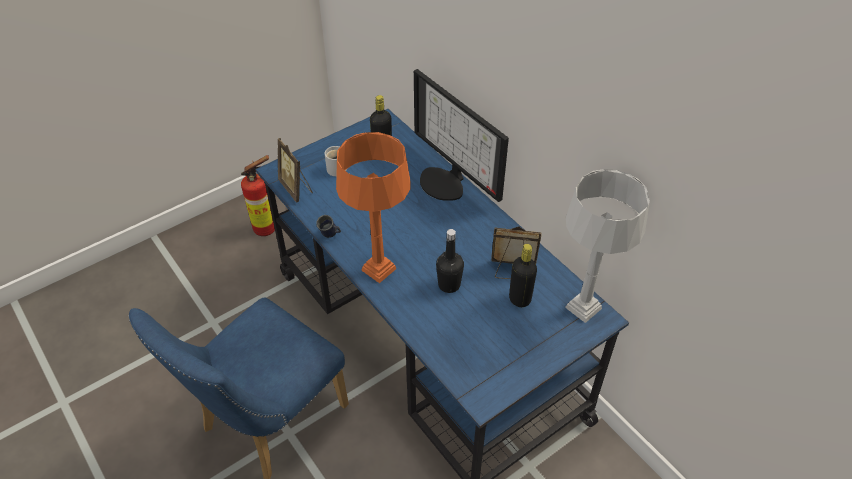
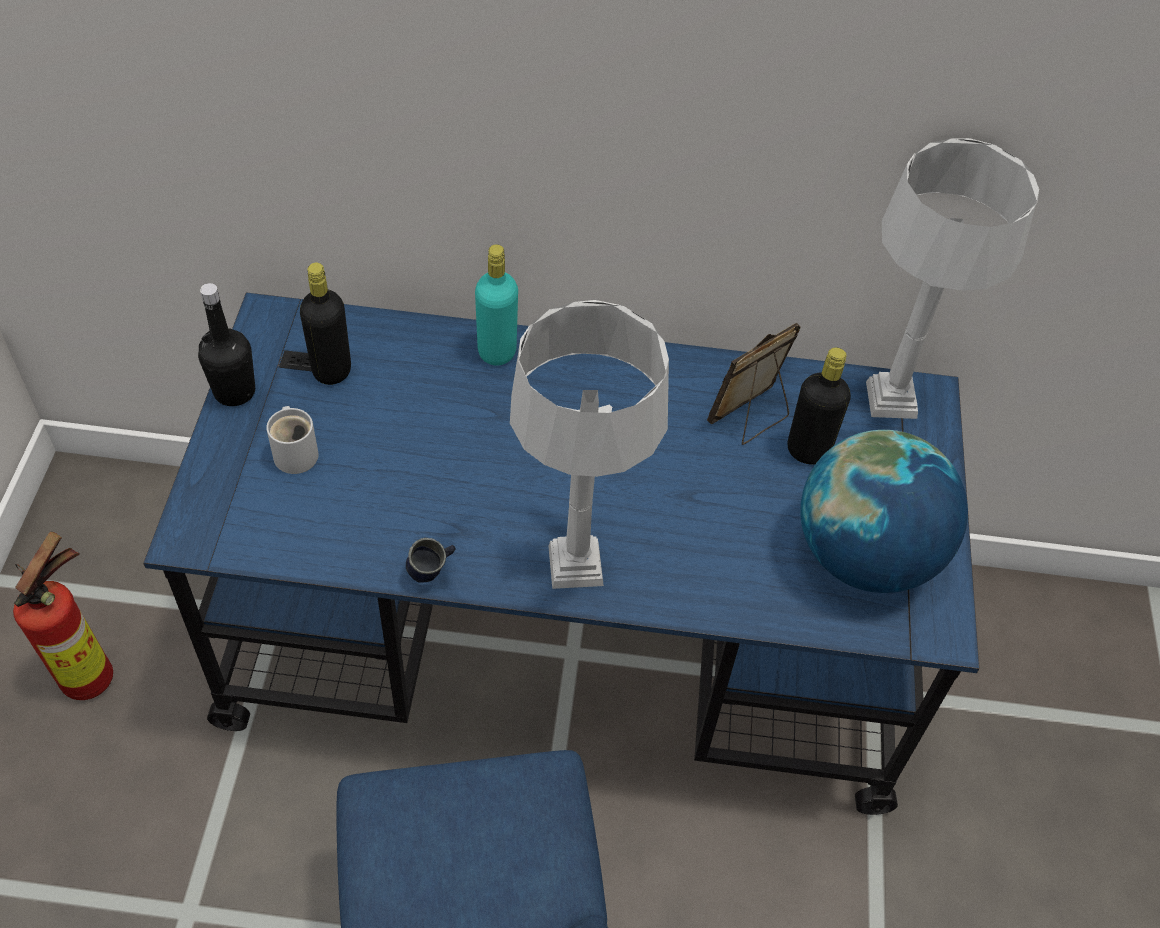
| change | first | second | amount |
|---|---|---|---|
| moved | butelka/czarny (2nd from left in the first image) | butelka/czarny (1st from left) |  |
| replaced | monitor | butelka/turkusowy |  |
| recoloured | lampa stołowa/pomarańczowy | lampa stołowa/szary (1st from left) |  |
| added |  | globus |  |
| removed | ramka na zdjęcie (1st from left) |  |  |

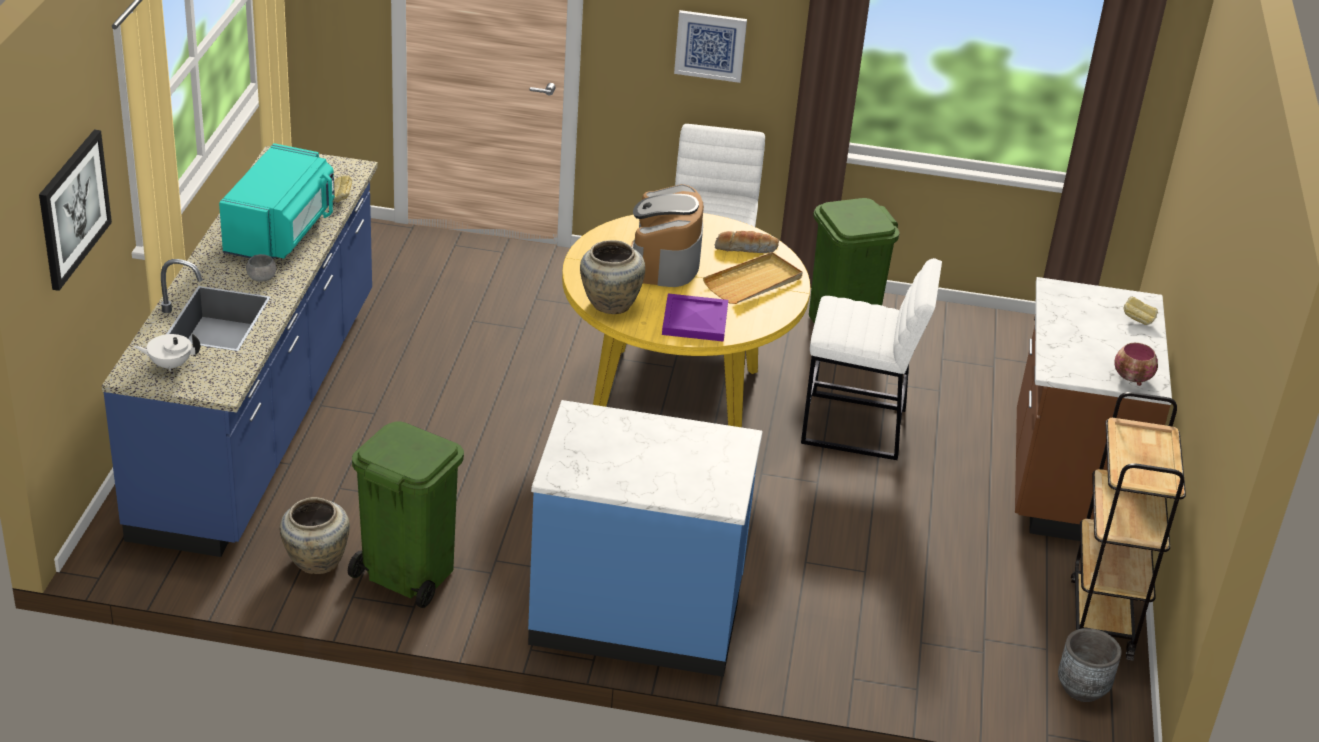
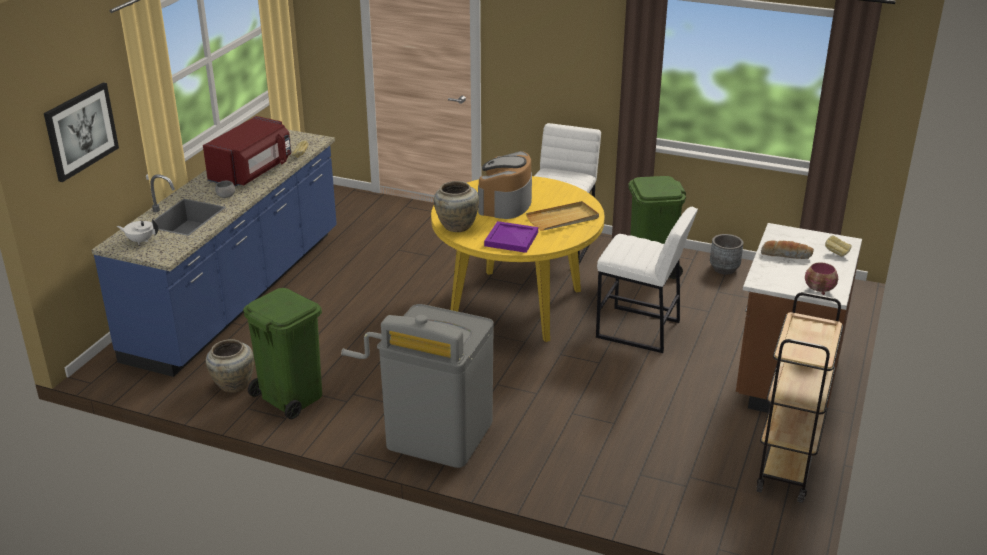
| change | first | second | amount |
|---|---|---|---|
| recoloured | mikrofalówka/turkusowy | mikrofalówka/czerwony |  |
| replaced | zabudowa kuchenna/niebieski (2nd from left) | pralka/szary |  |
| moved | donica/szary |  |  |
| moved | chleb (2nd from left) |  |  |
| removed | obraz (2nd from left) |  |  |

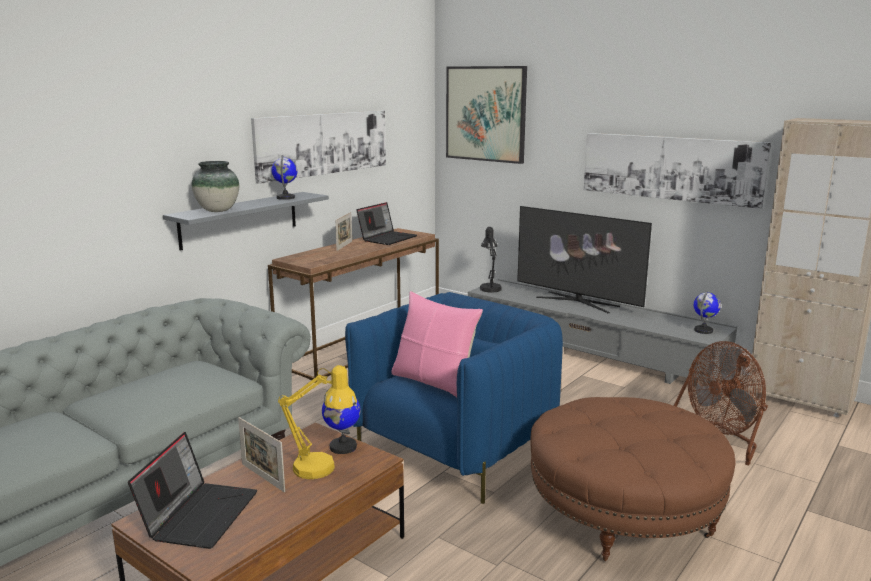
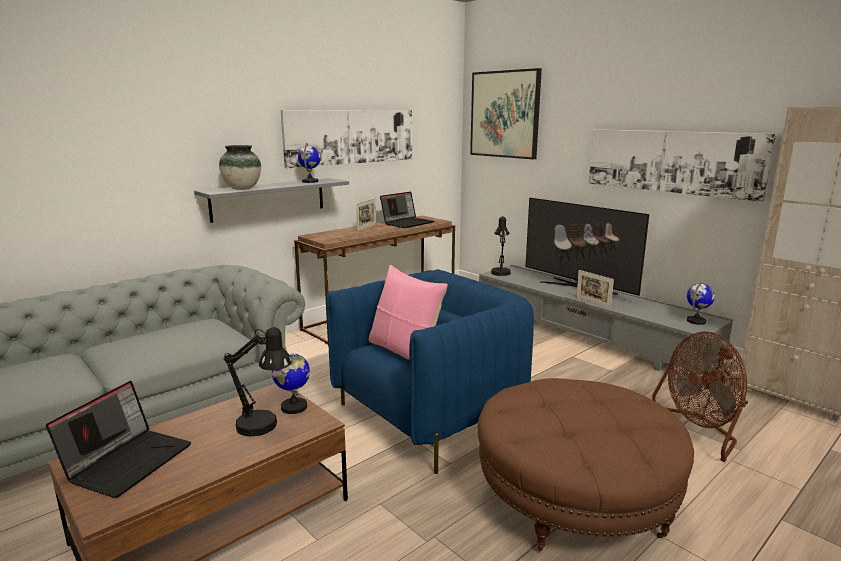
| change | first | second | amount |
|---|---|---|---|
| recoloured | lampa stołowa/żółty | lampa stołowa/czarny (1st from left) |  |
| moved | ramka na zdjęcie (1st from left in the first image) | ramka na zdjęcie (2nd from left) |  |

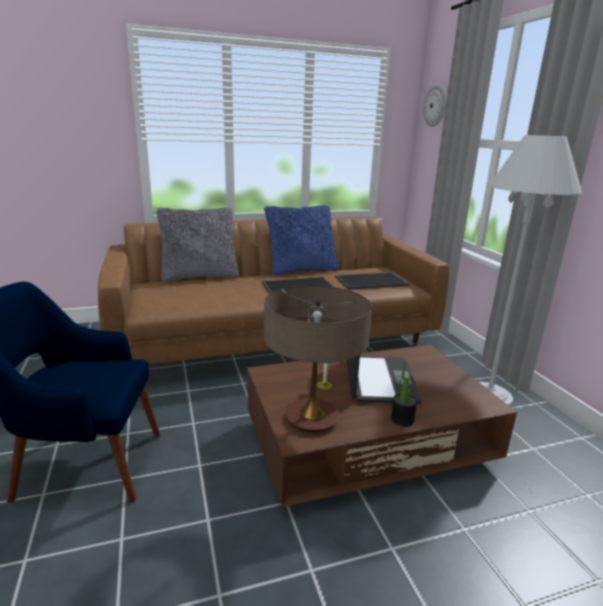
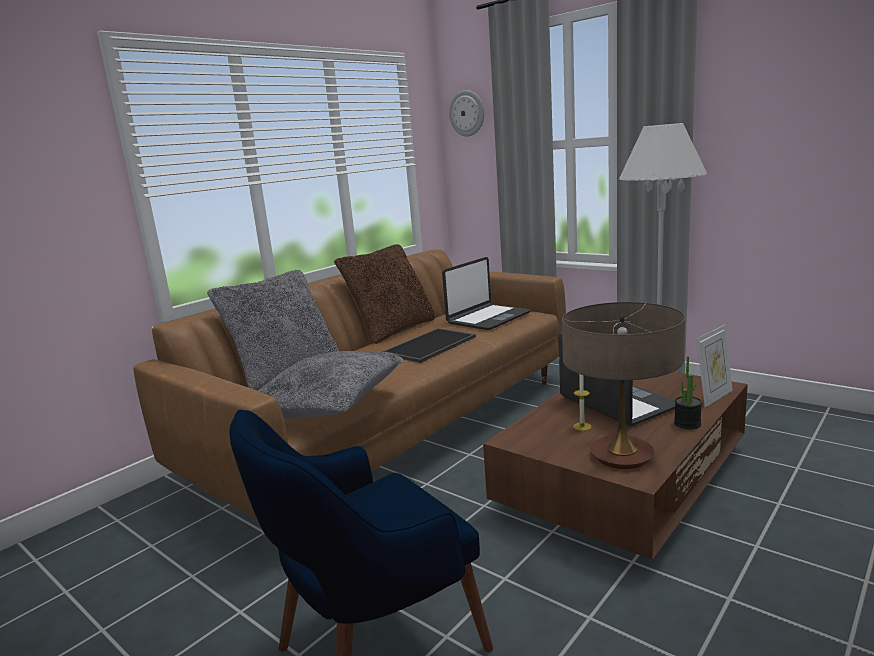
| change | first | second | amount |
|---|---|---|---|
| added |  | poduszka/szary (2nd from left) |  |
| recoloured | poduszka/niebieski | poduszka/brązowy |  |
| replaced | taca (2nd from left) | laptop (1st from left) |  |
| added |  | ramka na zdjęcie |  |

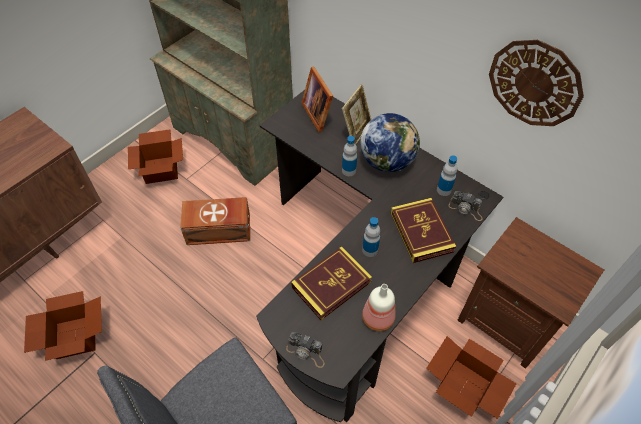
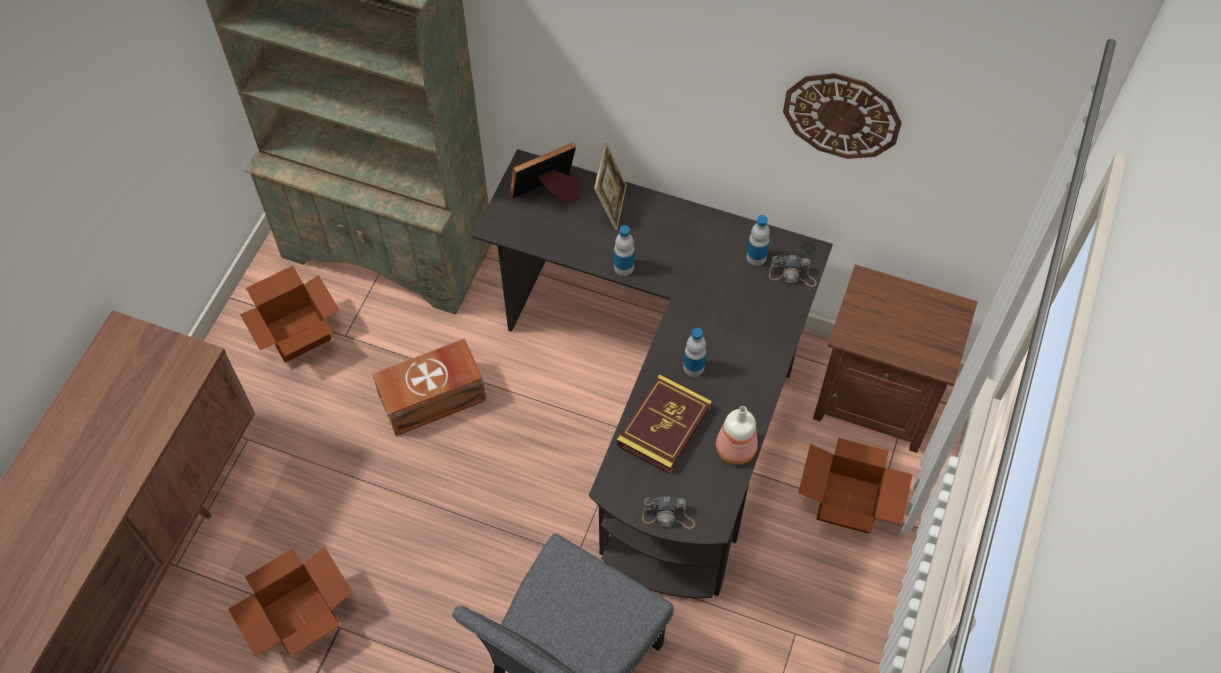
| change | first | second | amount |
|---|---|---|---|
| turned | ramka na zdjęcie (1st from left) |  | 105 degrees clockwise |
| removed | globus |  |  |
| removed | książka (2nd from left) |  |  |

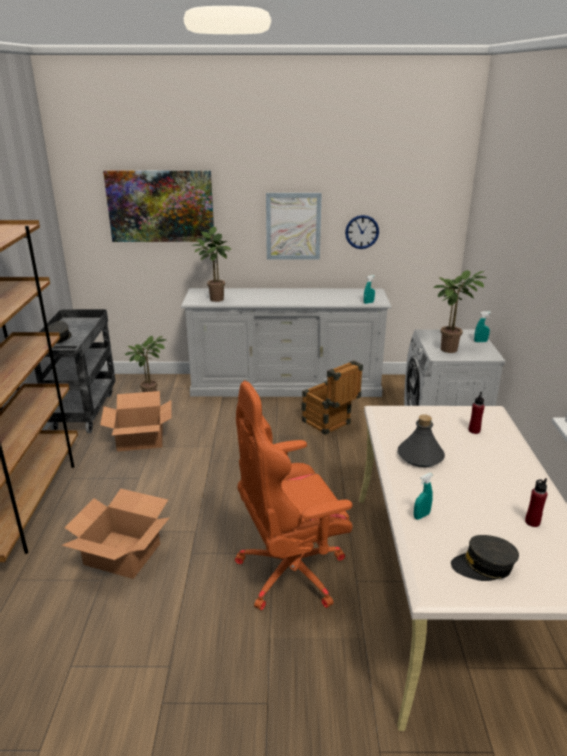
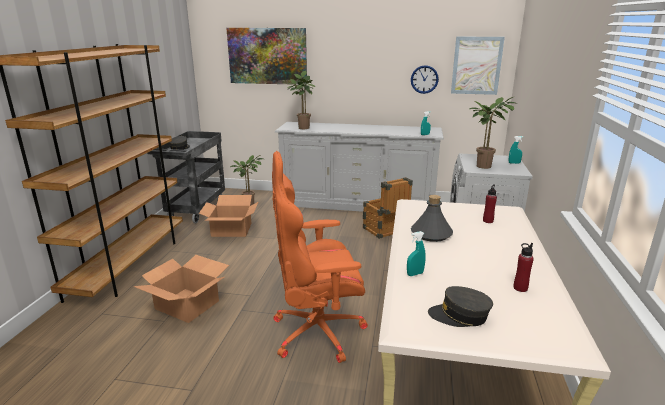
| change | first | second | amount |
|---|---|---|---|
| moved | obraz (2nd from left) |  |  |

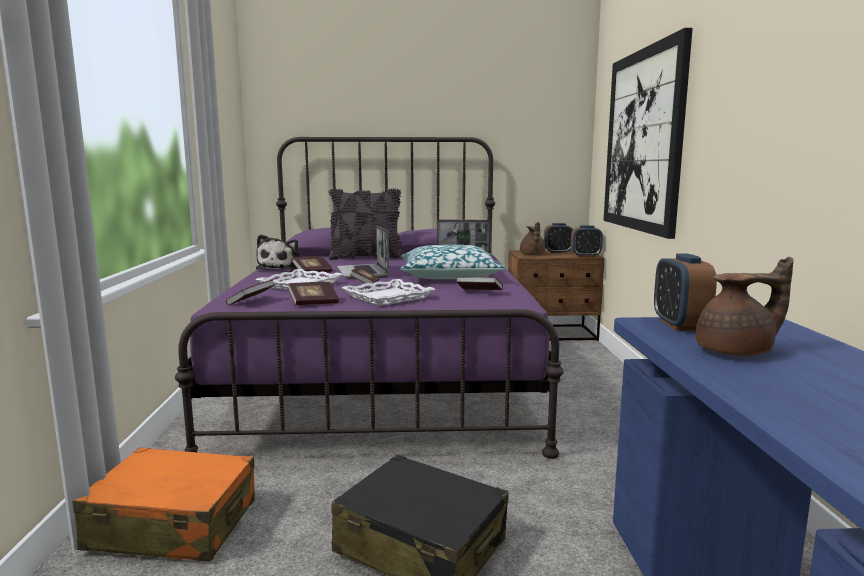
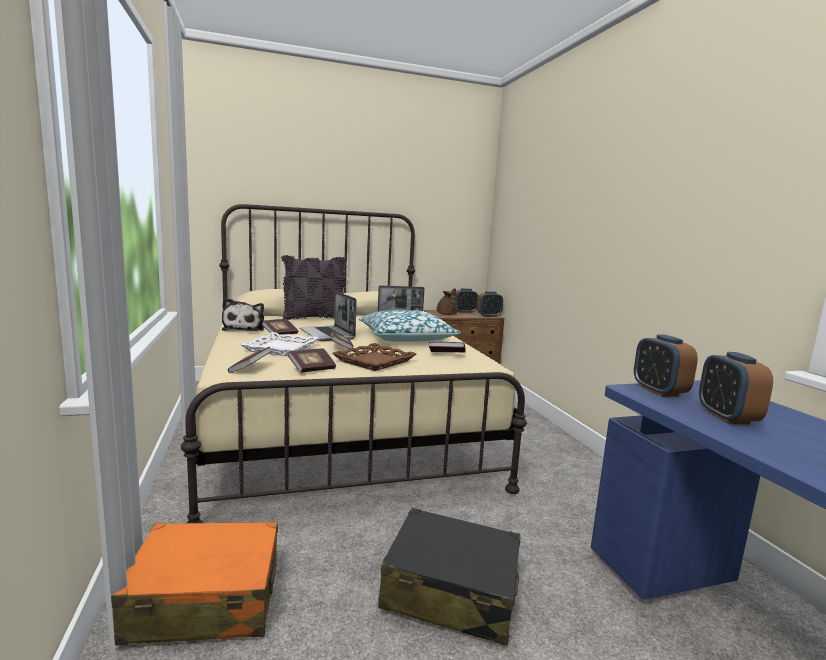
| change | first | second | amount |
|---|---|---|---|
| recoloured | łóżko/fioletowy | łóżko/beżowy |  |
| recoloured | taca/biały (2nd from left) | taca/brązowy |  |
| replaced | imbryk/brązowy (2nd from left) | budzik (4th from left) |  |
| removed | obraz |  |  |

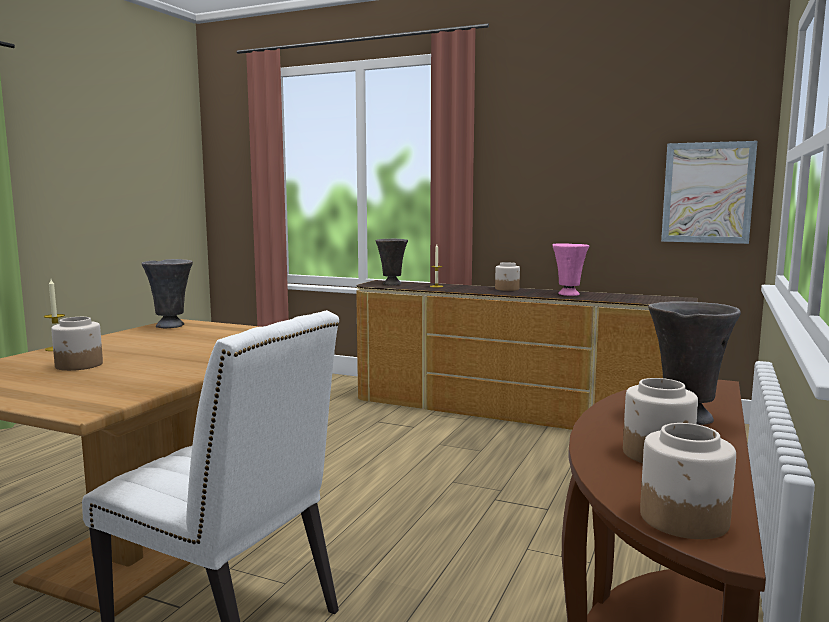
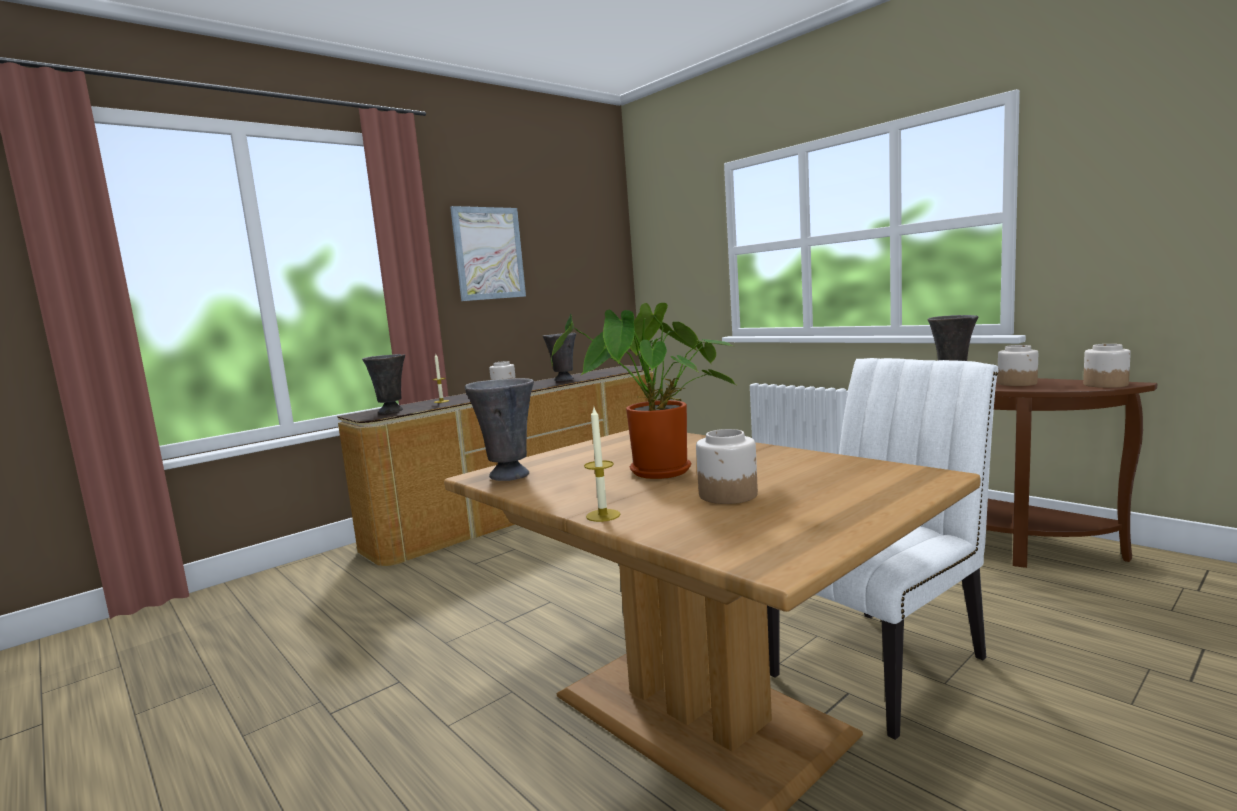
| change | first | second | amount |
|---|---|---|---|
| moved | obraz |  |  |
| recoloured | wazon/różowy | wazon/szary (3rd from left) |  |
| added |  | roślina doniczkowa |  |

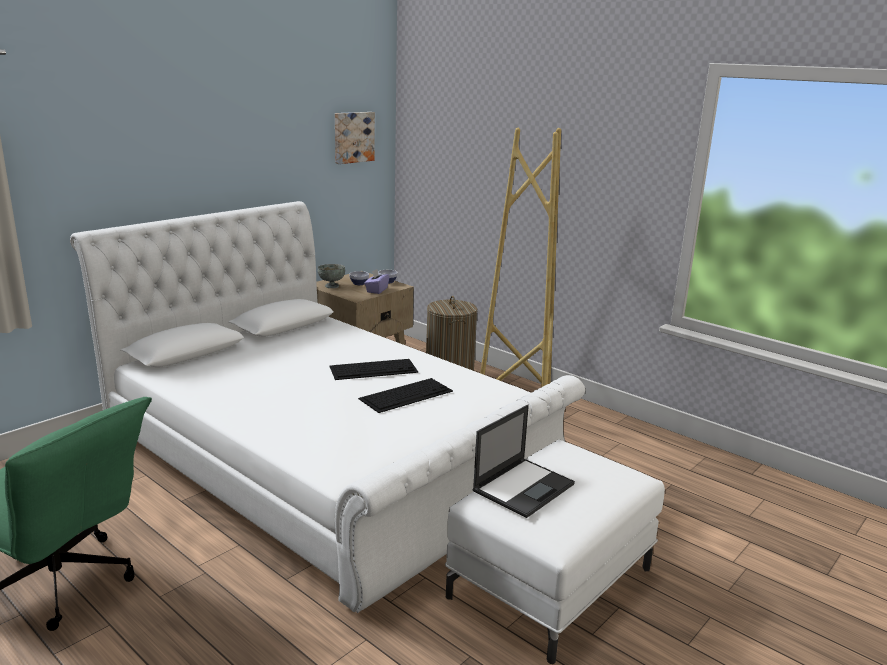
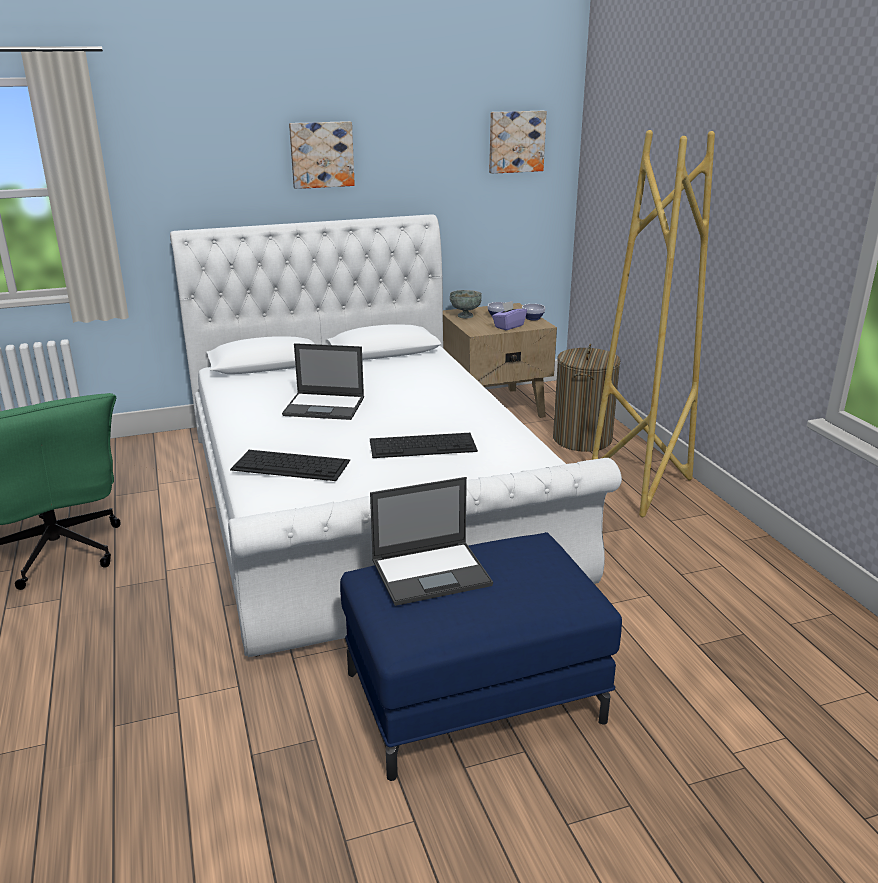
| change | first | second | amount |
|---|---|---|---|
| moved | klawiatura (1st from left) |  |  |
| added |  | laptop (1st from left) |  |
| added |  | obraz (1st from left) |  |
| recoloured | pufa/biały | pufa/niebieski |  |

